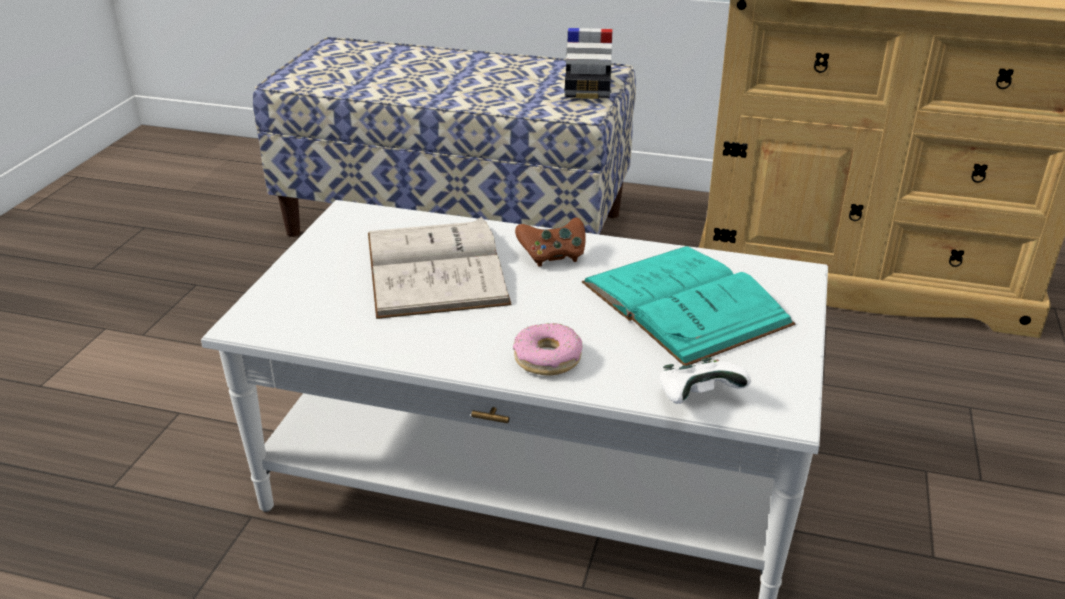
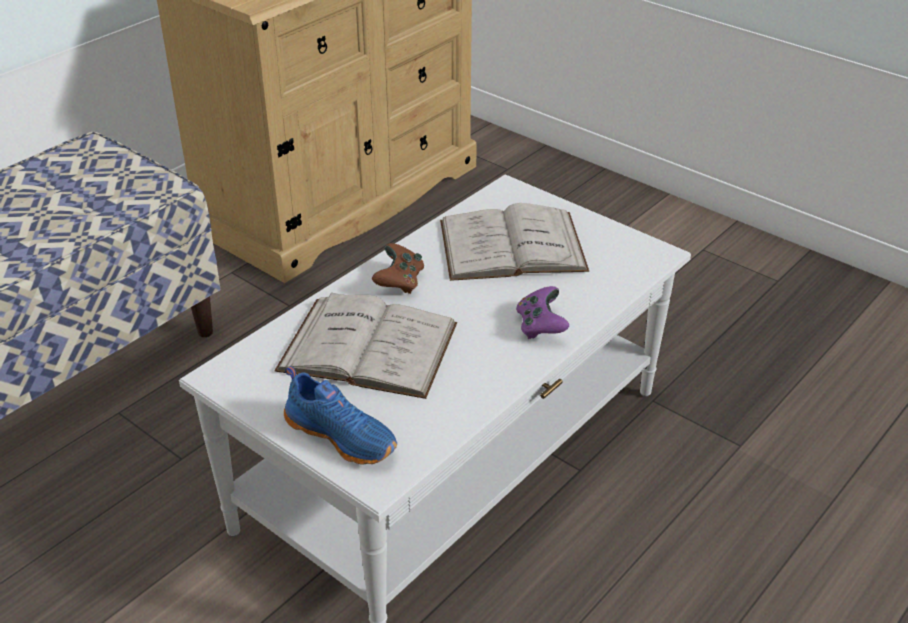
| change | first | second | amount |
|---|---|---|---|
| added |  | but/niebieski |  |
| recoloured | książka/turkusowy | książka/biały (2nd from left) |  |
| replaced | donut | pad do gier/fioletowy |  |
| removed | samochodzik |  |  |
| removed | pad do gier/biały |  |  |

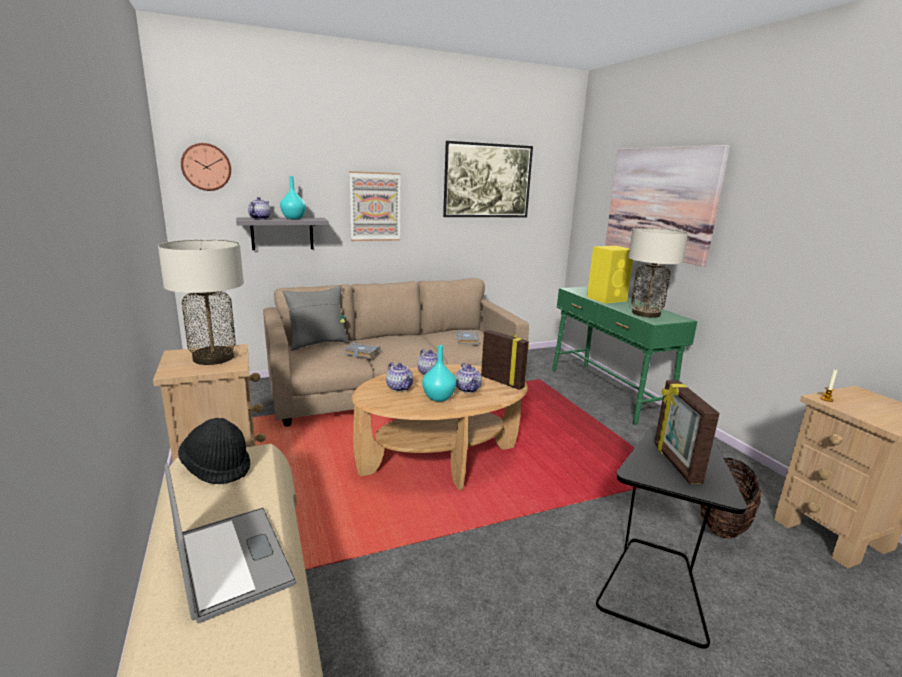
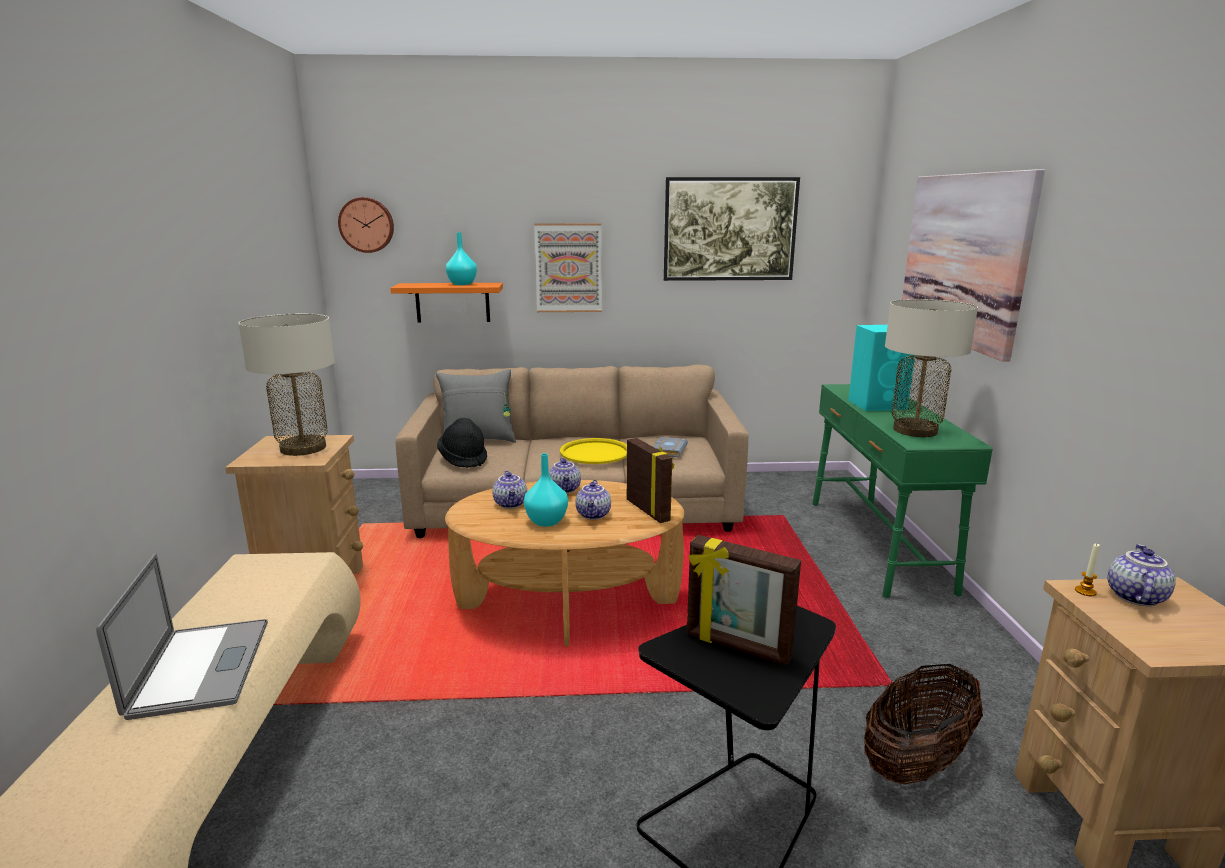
| change | first | second | amount |
|---|---|---|---|
| recoloured | półka/szary | półka/pomarańczowy |  |
| moved | kapelusz/czarny |  |  |
| added |  | taca/żółty |  |
| turned | ramka na zdjęcie (2nd from left) |  | 75 degrees counterclockwise |
| recoloured | głośnik/żółty | głośnik/turkusowy |  |
| moved | imbryk (1st from left in the first image) | imbryk (4th from left) |  |
| removed | książka/szary (1st from left) |  |  |

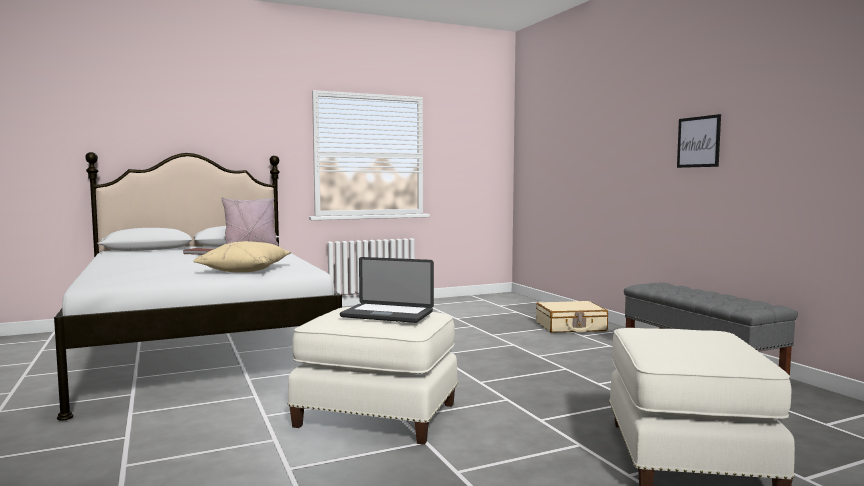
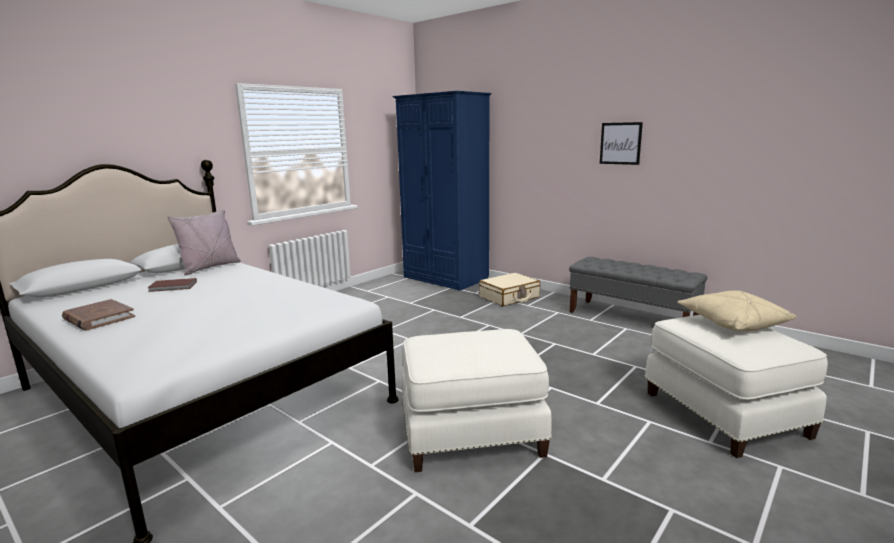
| change | first | second | amount |
|---|---|---|---|
| added |  | książka/brązowy (1st from left) |  |
| added |  | szafa/niebieski |  |
| moved | poduszka/beżowy |  |  |
| removed | laptop |  |  |

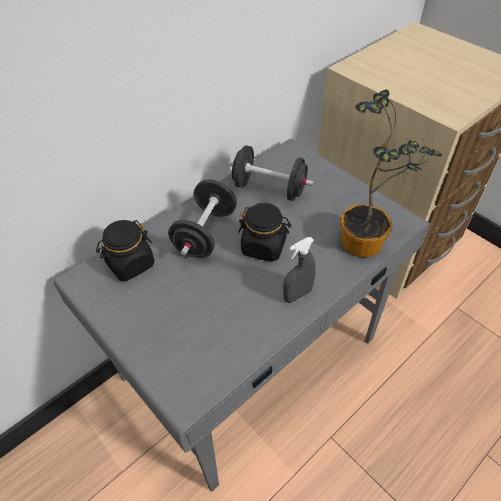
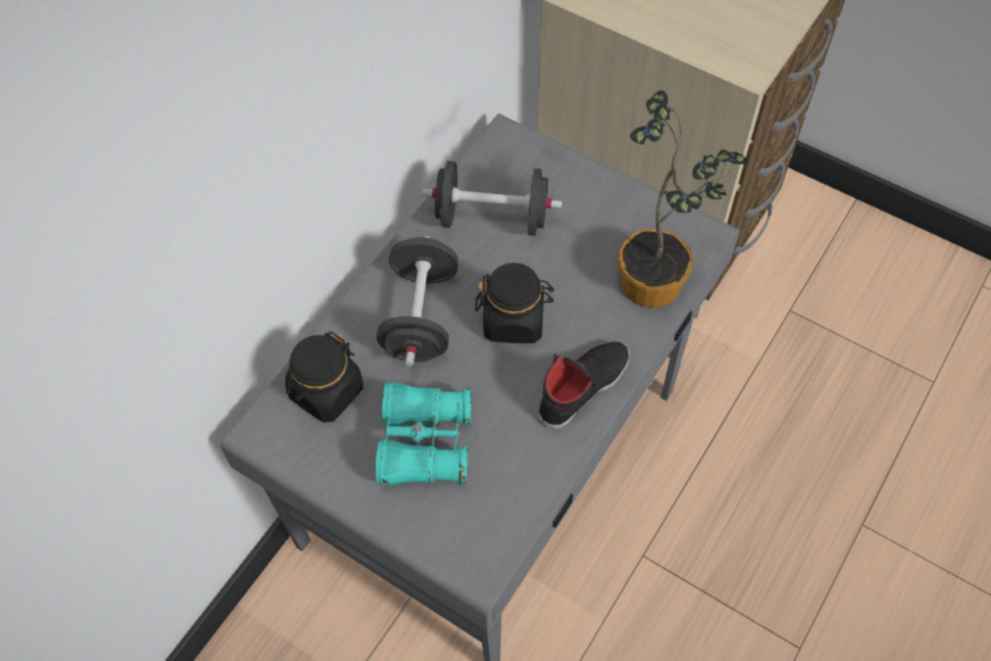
| change | first | second | amount |
|---|---|---|---|
| added |  | lornetka/turkusowy |  |
| replaced | spryskiwacz/szary | but/czarny |  |

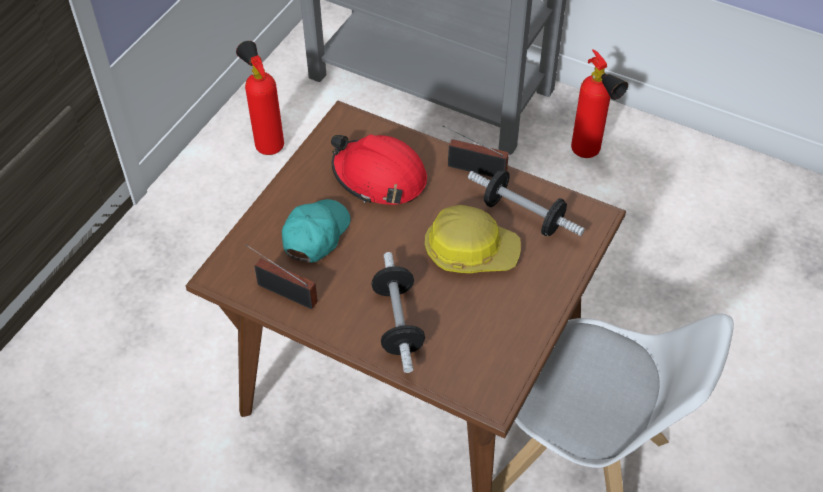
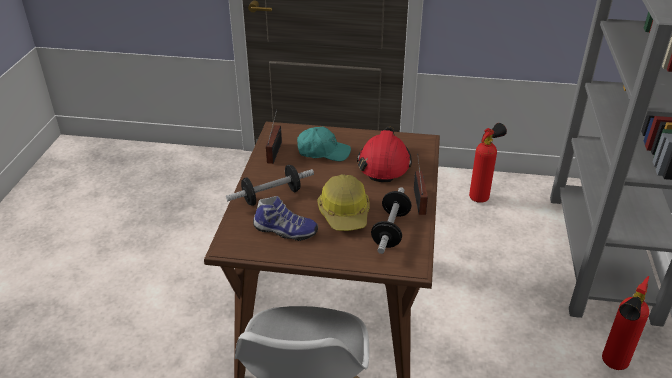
| change | first | second | amount |
|---|---|---|---|
| added |  | but |  |

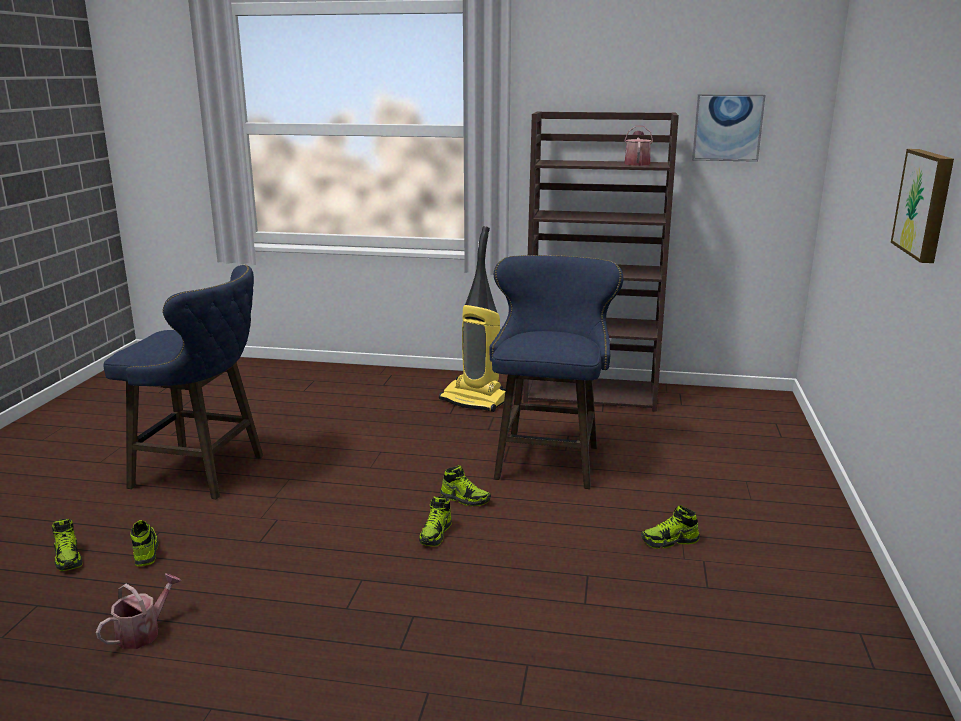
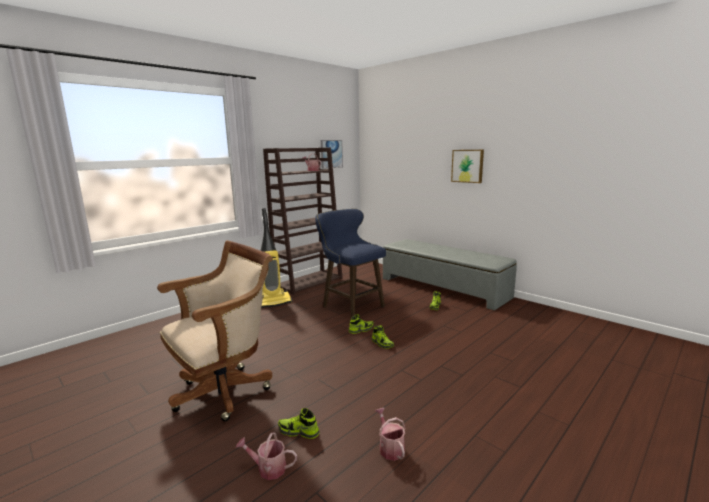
| change | first | second | amount |
|---|---|---|---|
| replaced | stołek/niebieski (1st from left) | krzesło biurowe |  |
| replaced | but (1st from left) | konewka (1st from left) |  |
| added |  | ławka/szary |  |

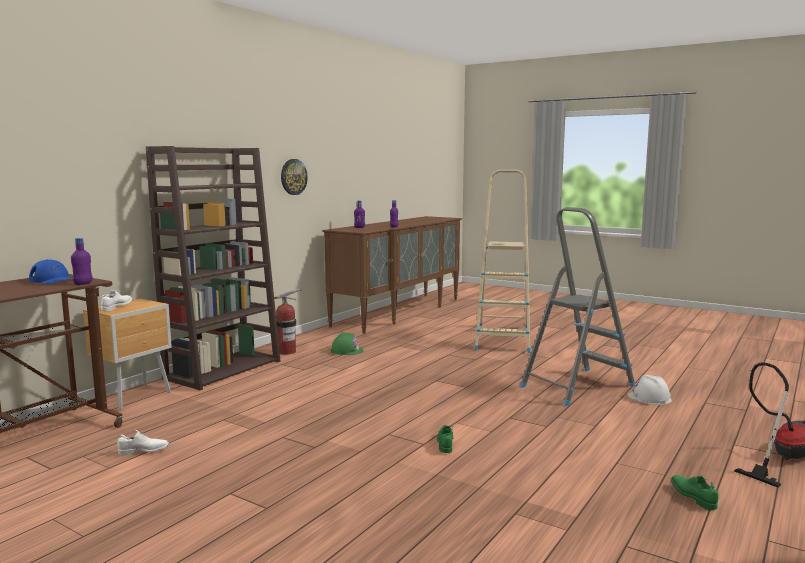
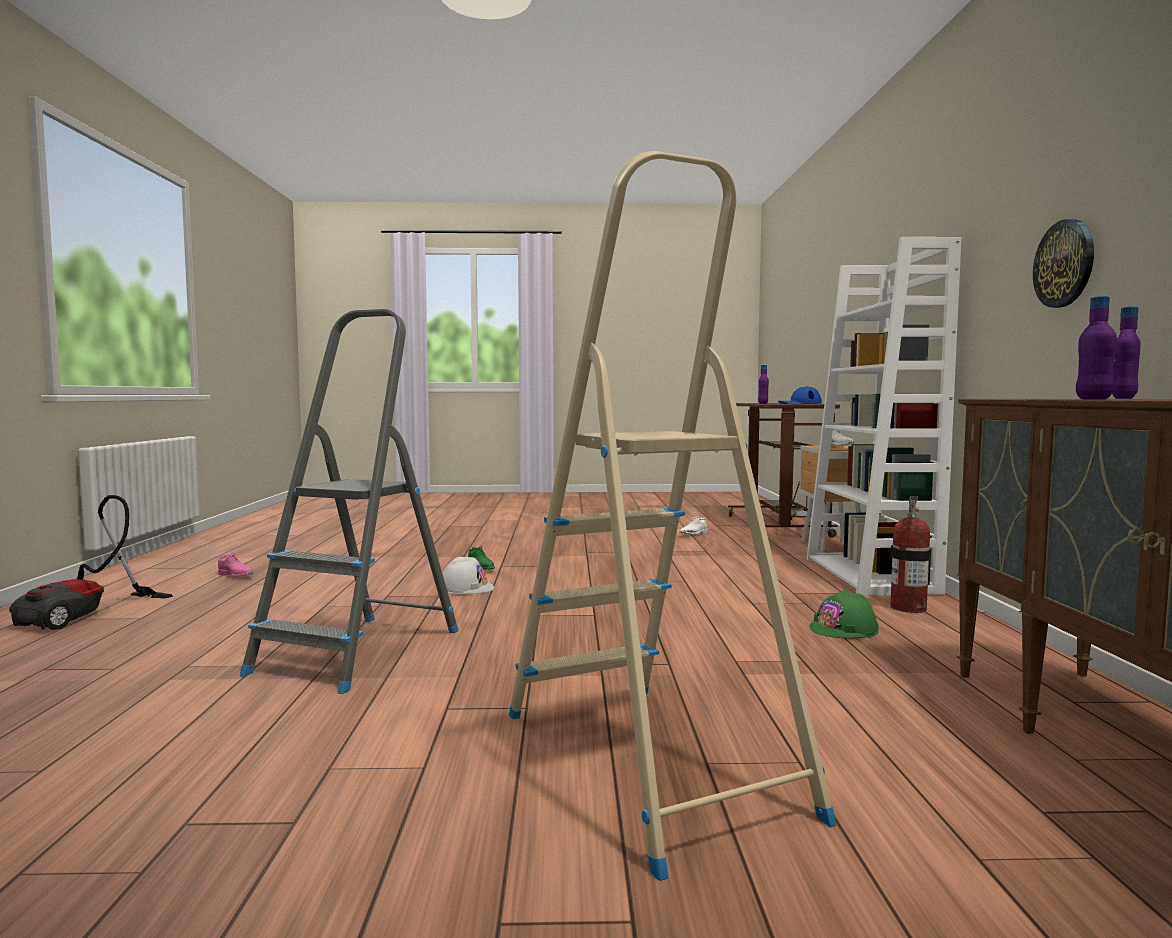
| change | first | second | amount |
|---|---|---|---|
| recoloured | but/zielony (2nd from left) | but/różowy |  |
| moved | kask/biały |  |  |
| recoloured | regał/brązowy | regał/biały |  |

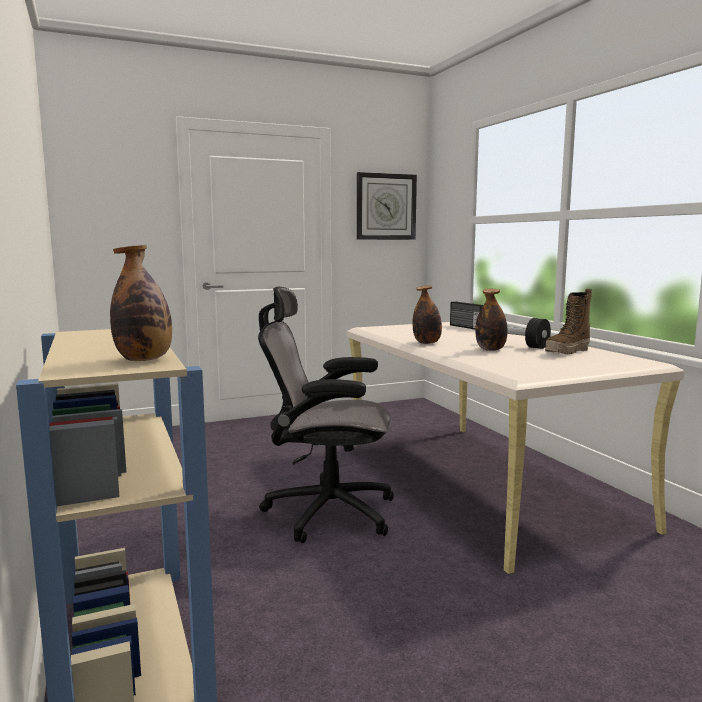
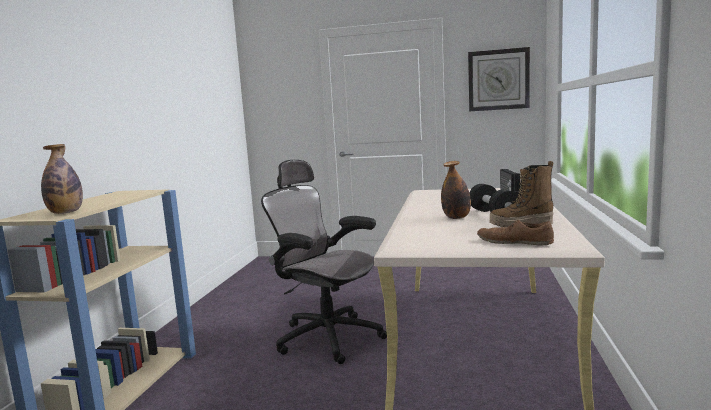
| change | first | second | amount |
|---|---|---|---|
| added |  | but/brązowy |  |
| removed | butelka (2nd from left) |  |  |

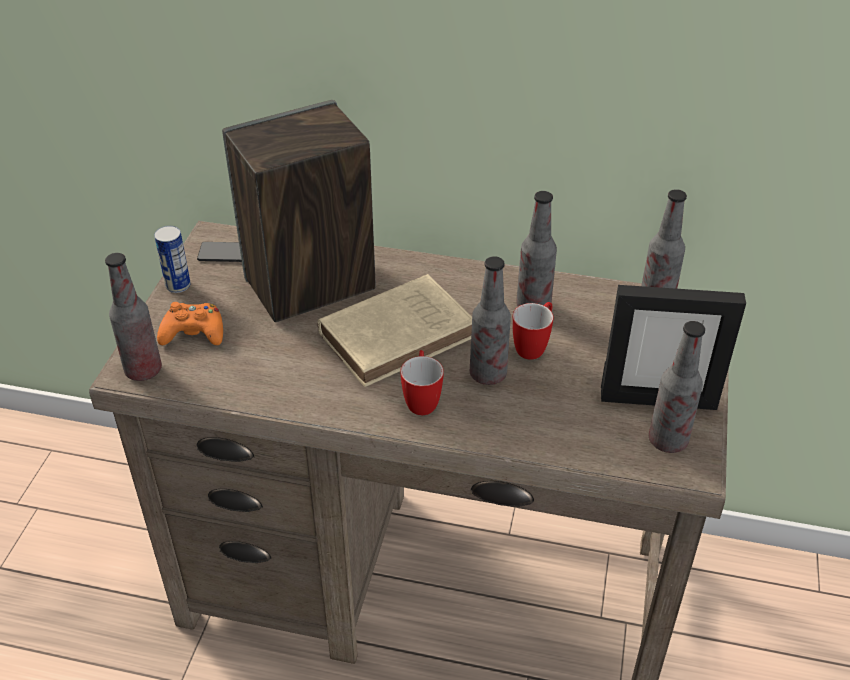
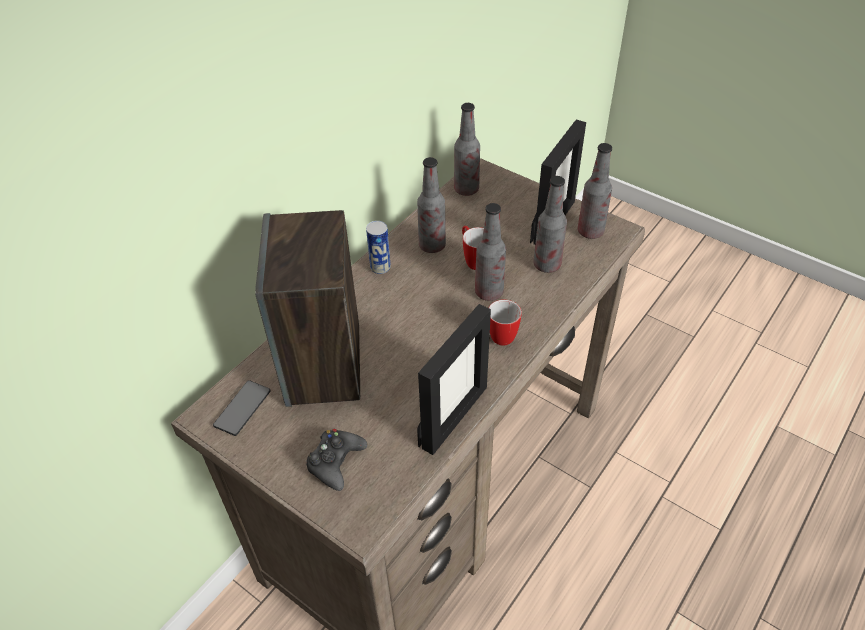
| change | first | second | amount |
|---|---|---|---|
| recoloured | pad do gier/pomarańczowy | pad do gier/czarny |  |
| moved | puszka |  |  |
| added |  | ramka na zdjęcie (1st from left) |  |
| moved | butelka (1st from left in the first image) | butelka (4th from left) |  |
| removed | książka/beżowy |  |  |

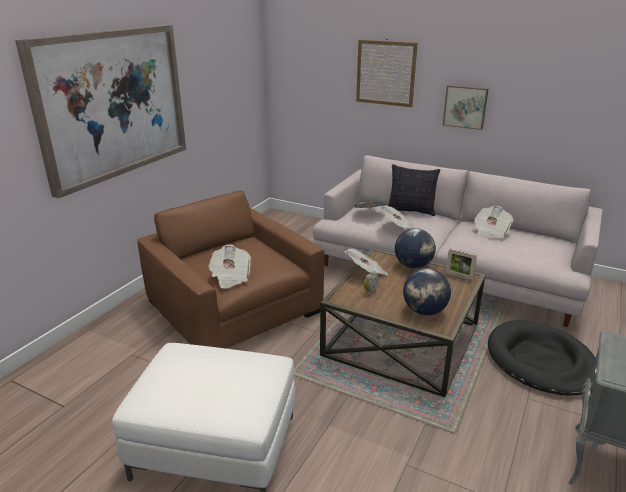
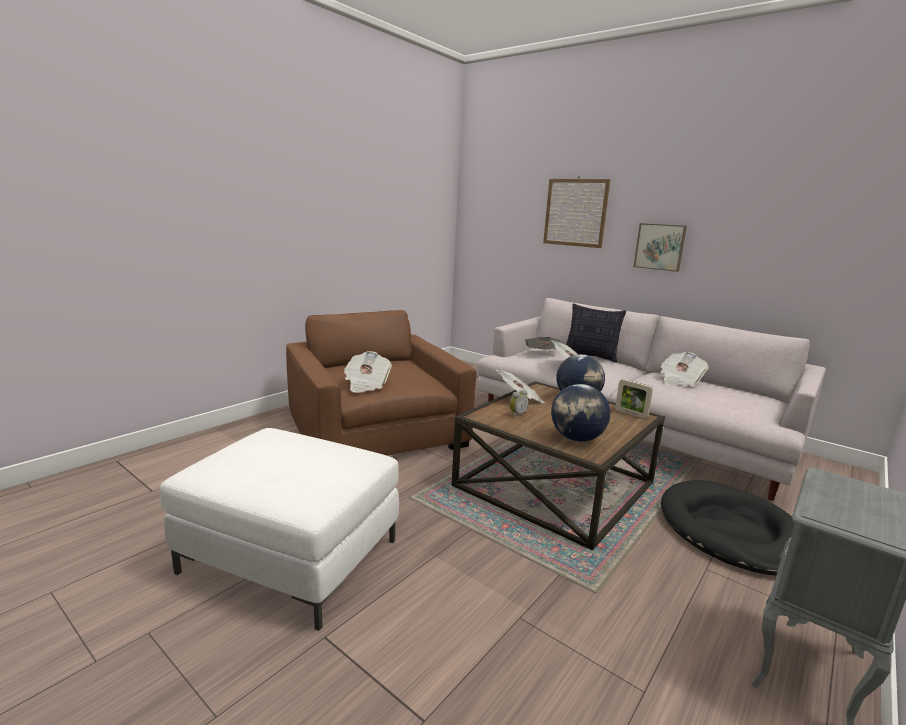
| change | first | second | amount |
|---|---|---|---|
| removed | obraz (1st from left) |  |  |

